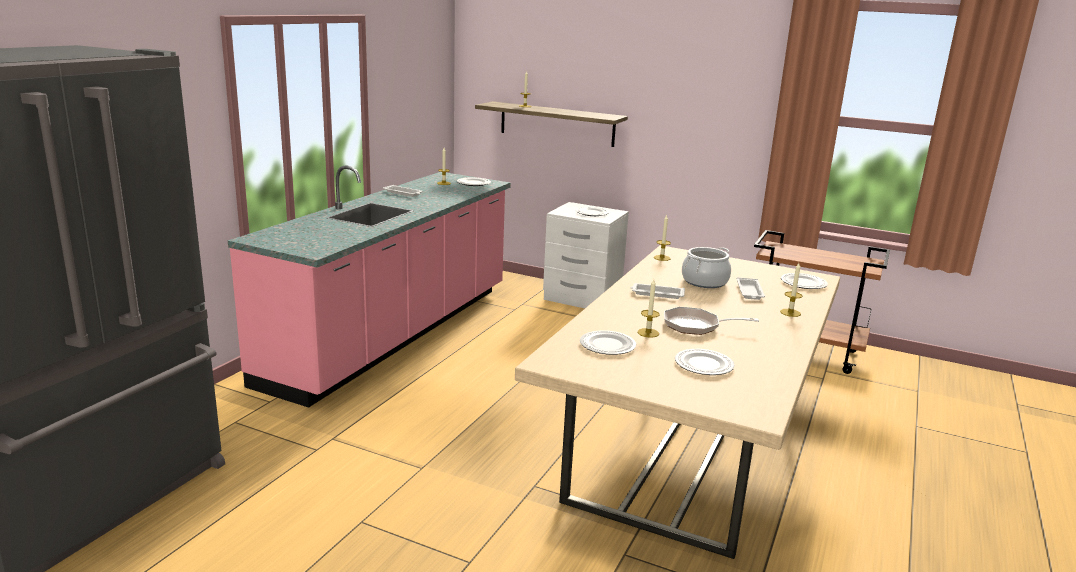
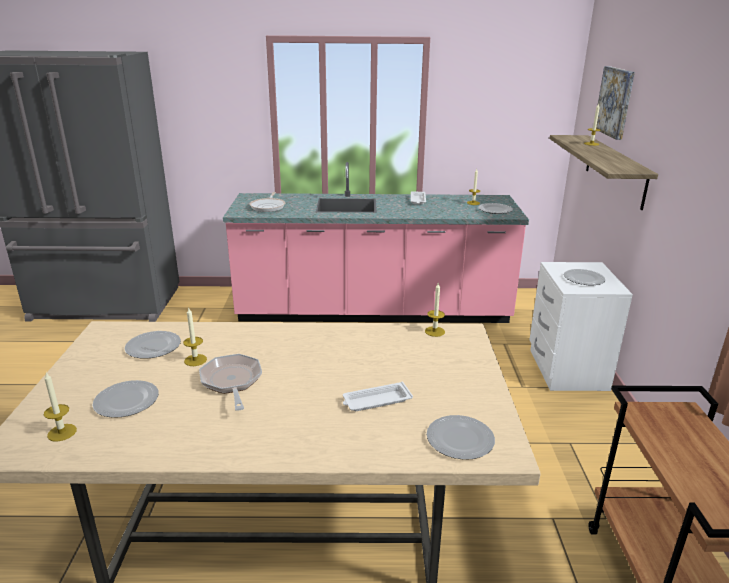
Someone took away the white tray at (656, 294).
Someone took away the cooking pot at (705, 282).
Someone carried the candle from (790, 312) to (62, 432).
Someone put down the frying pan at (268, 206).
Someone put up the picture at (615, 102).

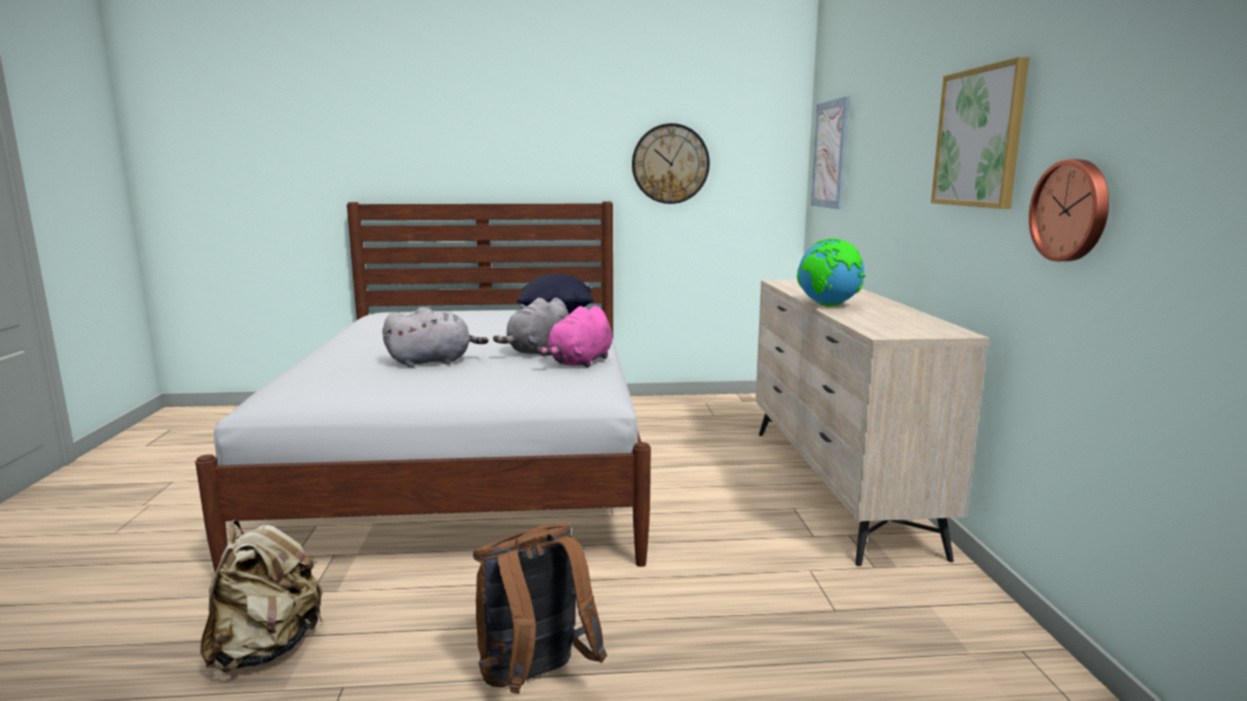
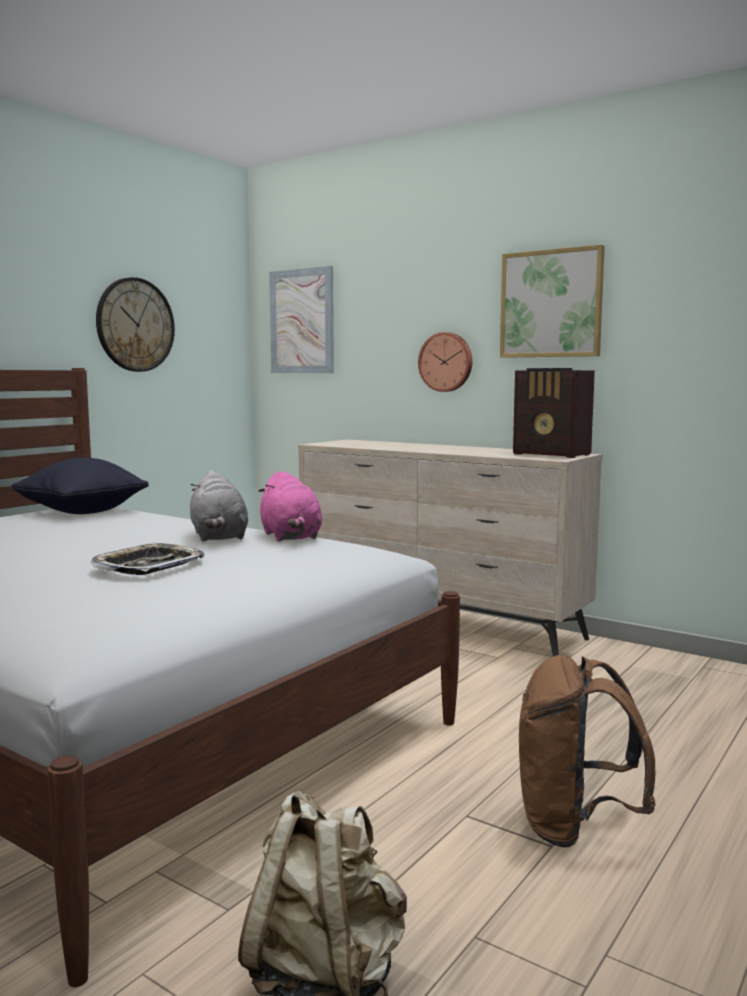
Someone swapped the grey plush toy at (433, 362) for the tray at (148, 567).
Someone took away the globe at (828, 305).
Someone carried the wall clock from (1072, 210) to (446, 362).
Someone put down the radio at (552, 454).

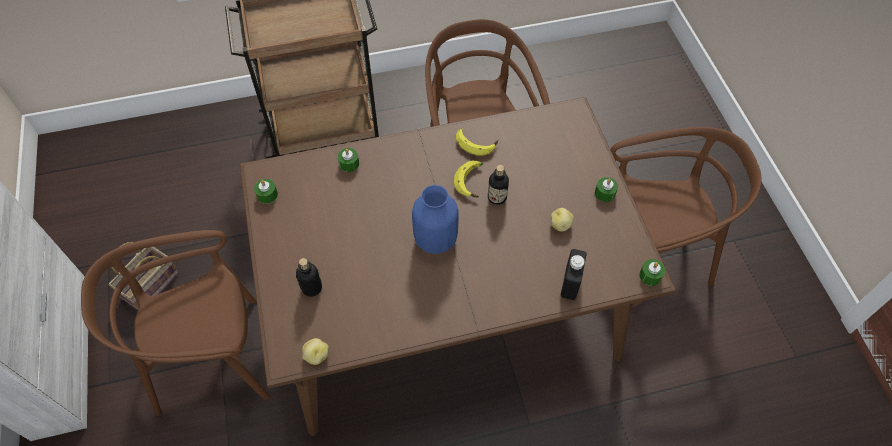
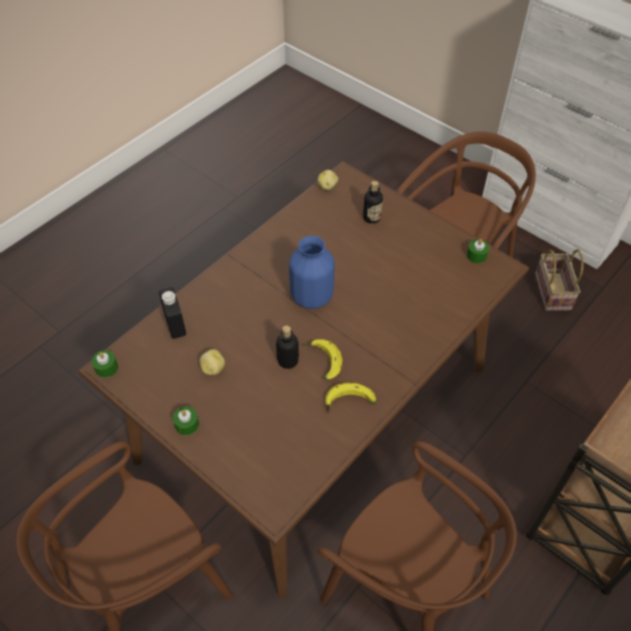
Someone took away the green candle at (349, 164).

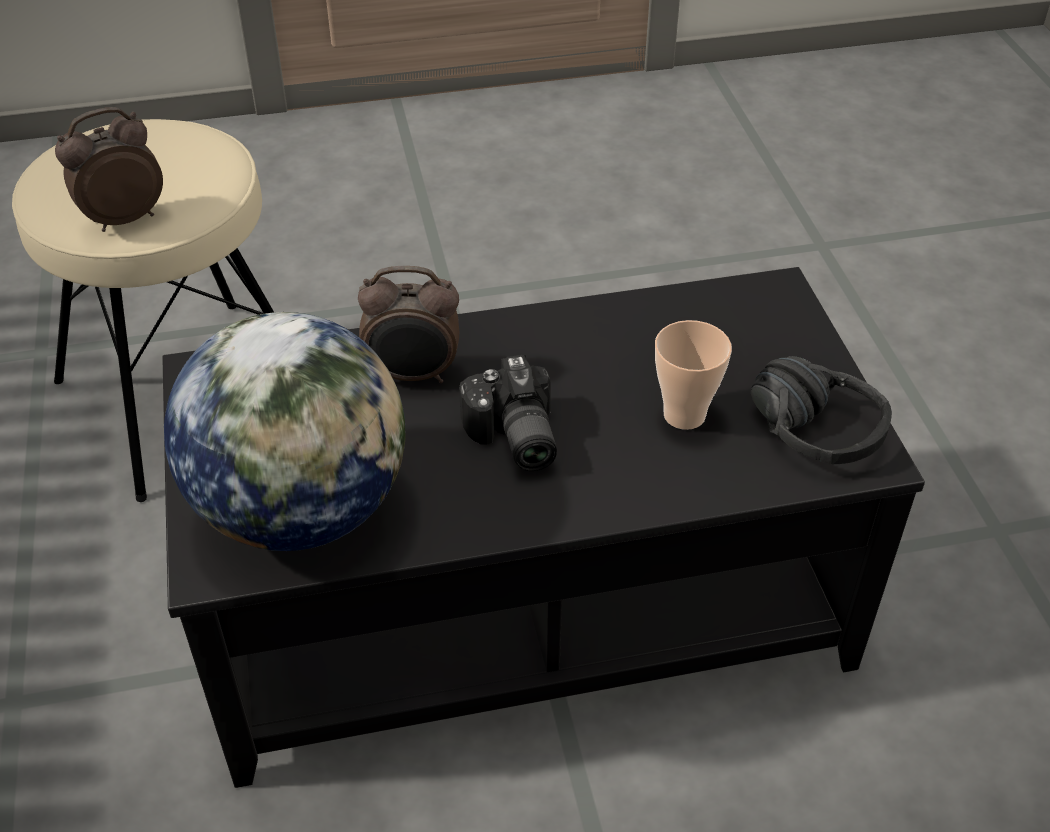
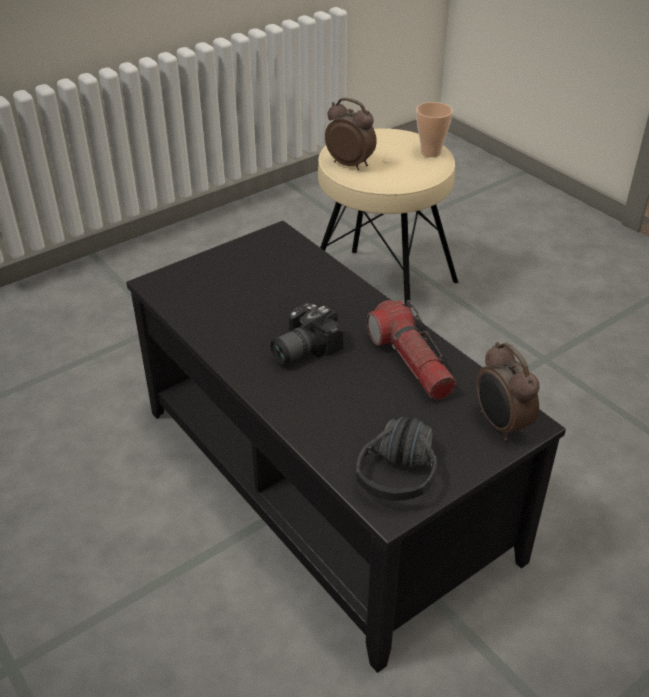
Someone took away the globe at (302, 509).
Someone carried the alarm clock from (413, 375) to (500, 425).
Someone carried the cup from (684, 415) to (430, 152).
Someone put down the flashlight at (411, 362).

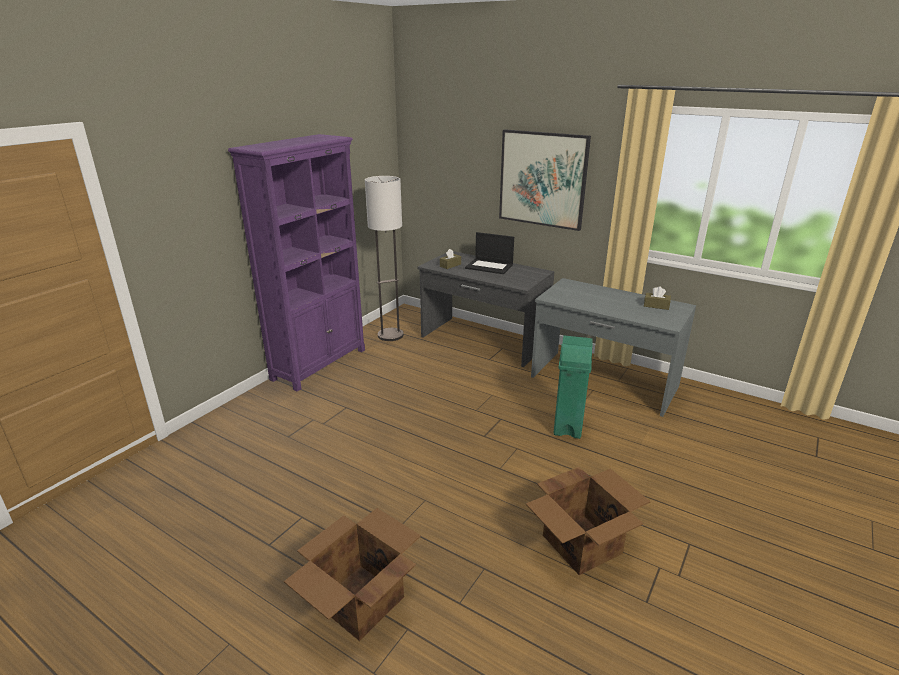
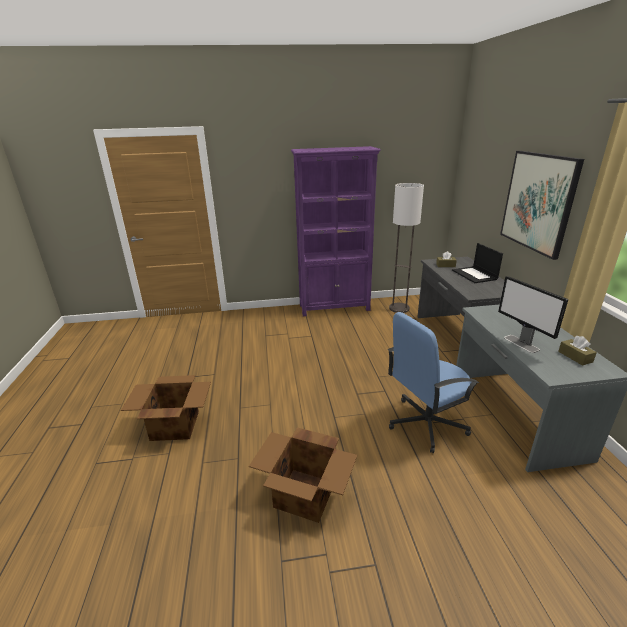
Someone swapped the green trash can at (567, 425) for the blue office chair at (425, 423).
Someone put down the monitor at (521, 344).

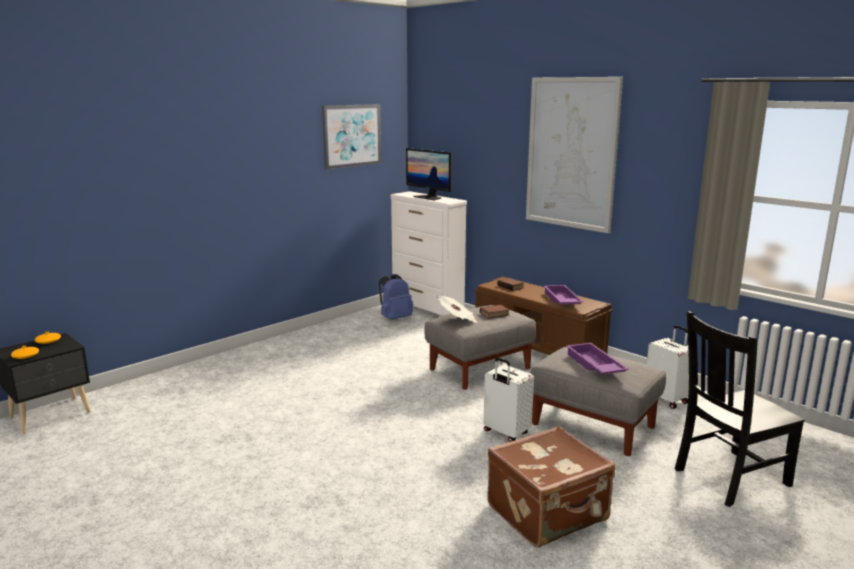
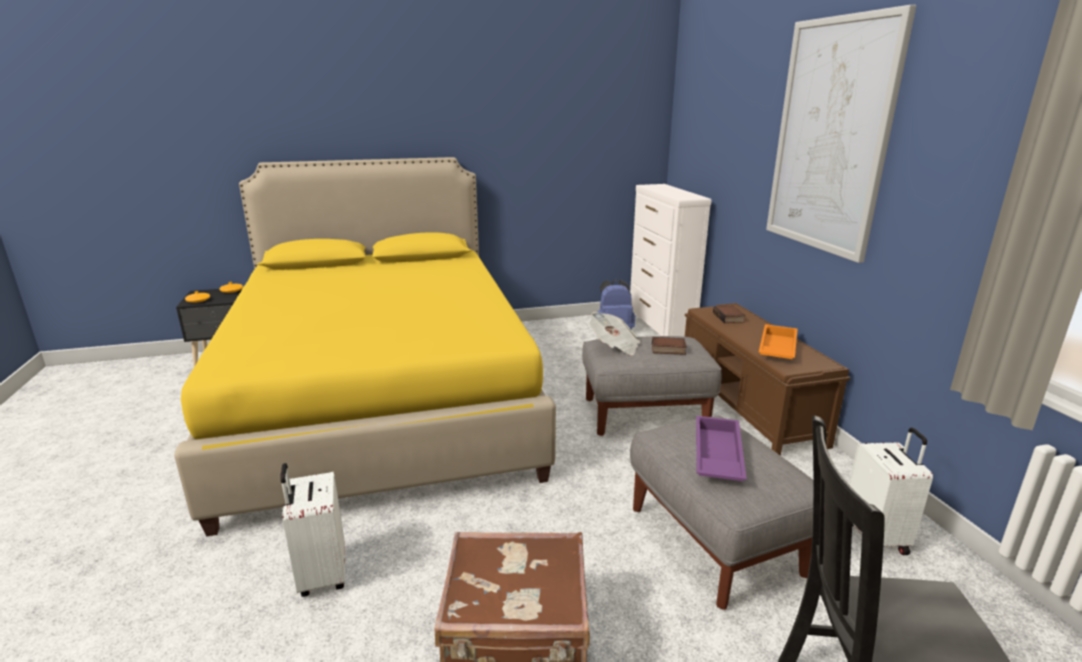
Someone took away the picture at (352, 135).
Someone took away the monitor at (429, 197).
Someone carried the white suitcase from (505, 433) to (321, 575).
Someone repainted the purple tray at (561, 300), which became the orange tray at (776, 348).
Someone put down the yellow bed at (382, 400).

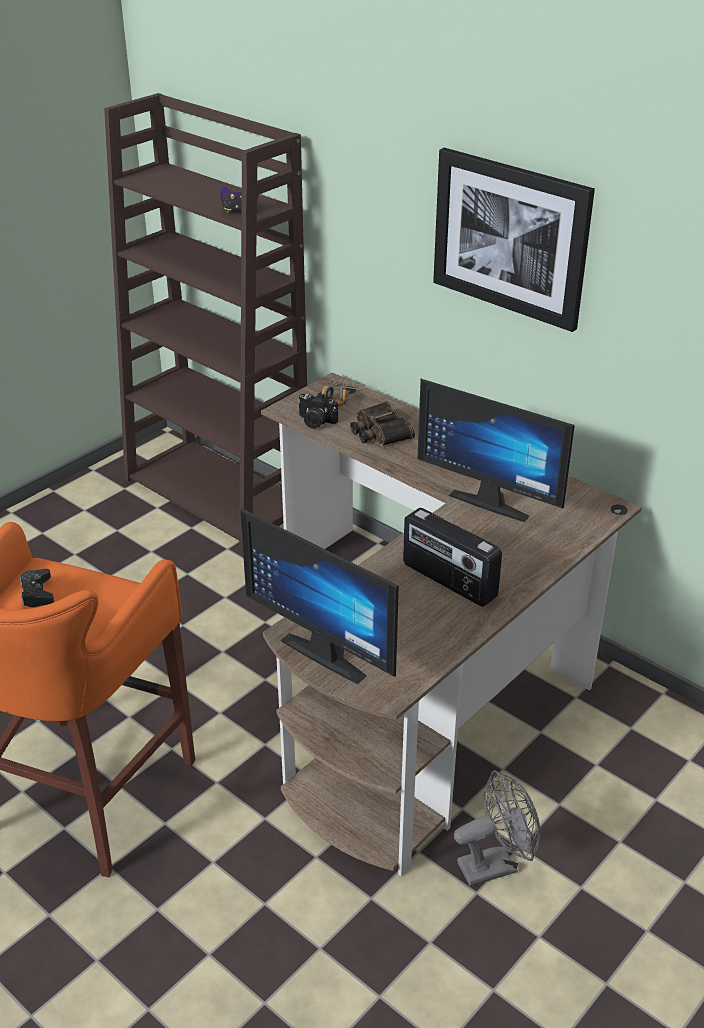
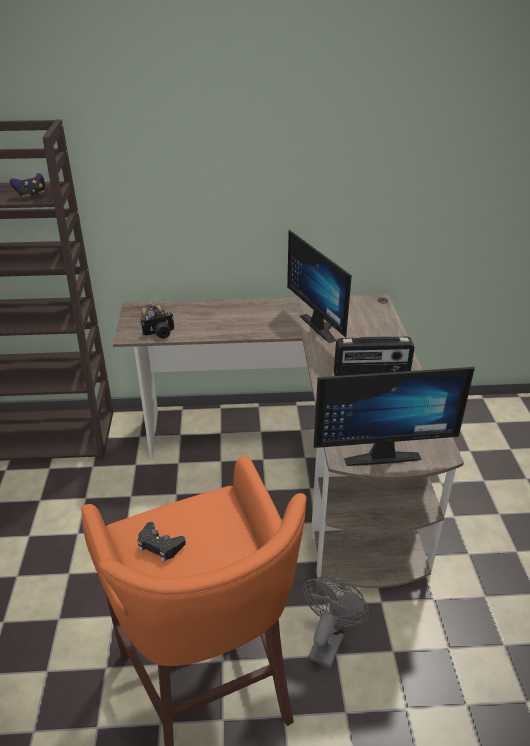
Someone took away the binoculars at (379, 432).
Someone rotated the monitor at (493, 500) by 75 degrees clockwise.
Someone took away the picture at (510, 237).
Someone carried the grey fan from (495, 864) to (328, 640).

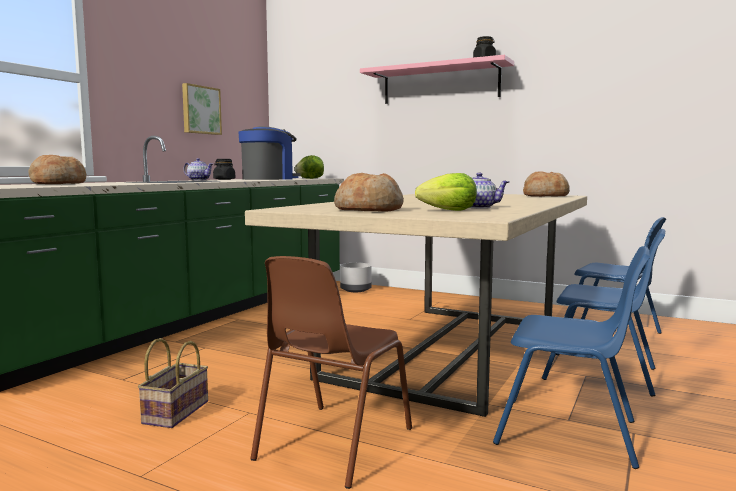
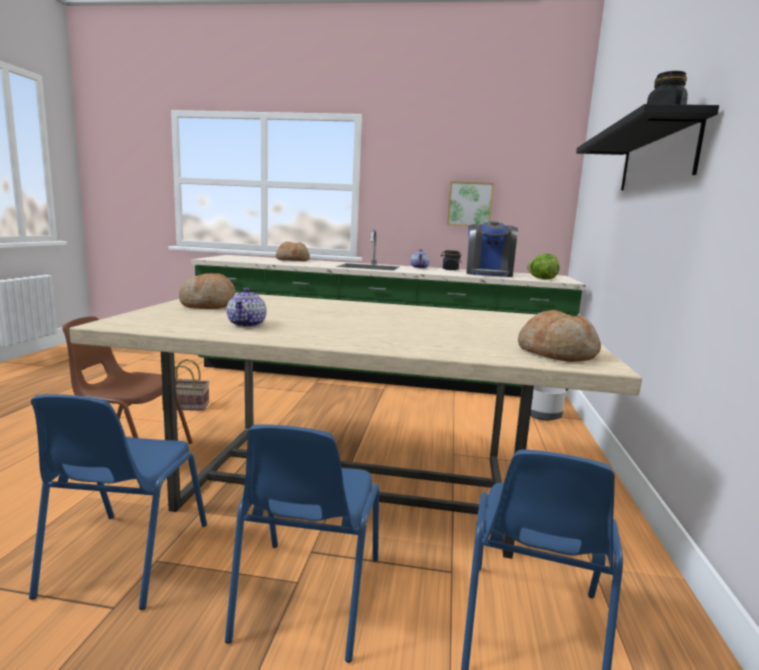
Someone rotated the coffee machine at (269, 179) by 75 degrees clockwise.
Someone repainted the pink shelf at (440, 84), which became the black shelf at (656, 158).
Someone took away the lettuce at (449, 211).

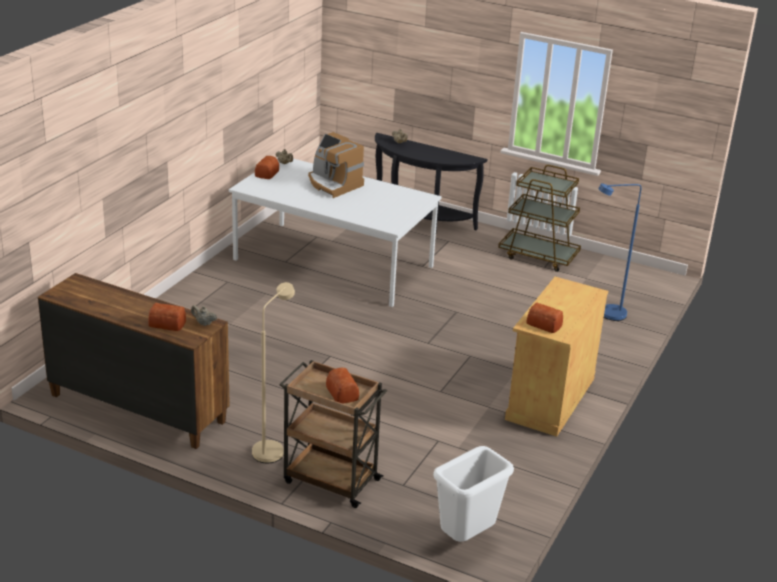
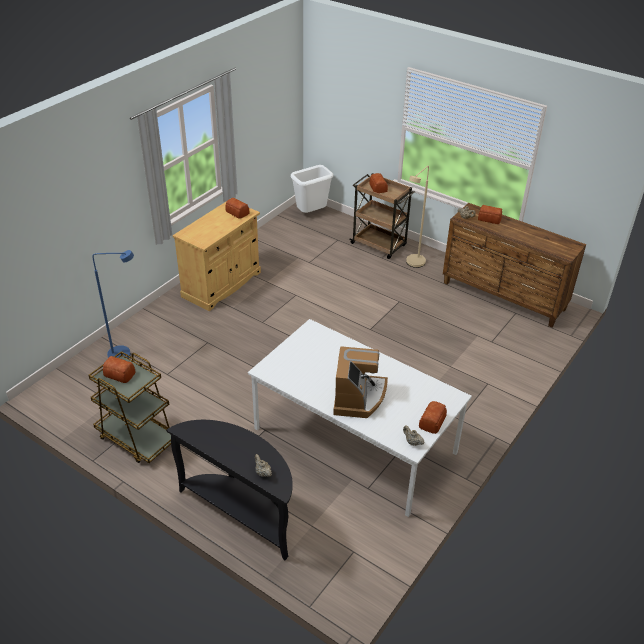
Someone rotated the coffee machine at (333, 184) by 45 degrees clockwise.
Someone put down the bread at (119, 373).

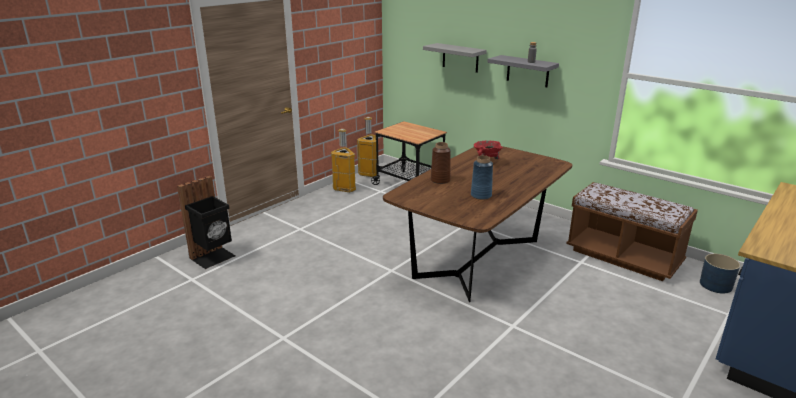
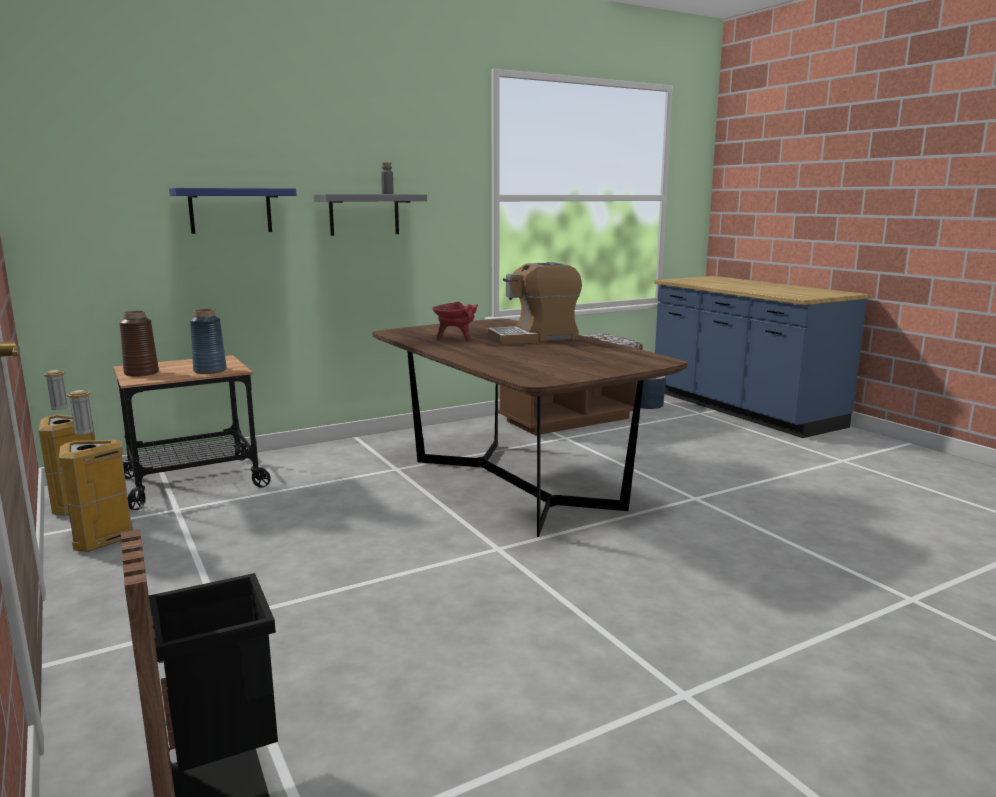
Someone repainted the grey shelf at (460, 58), which became the blue shelf at (230, 210).
Someone carried the brown vase from (440, 180) to (141, 373).
Someone carried the blue vase from (481, 195) to (209, 371).
Someone put down the coffee machine at (534, 338).

